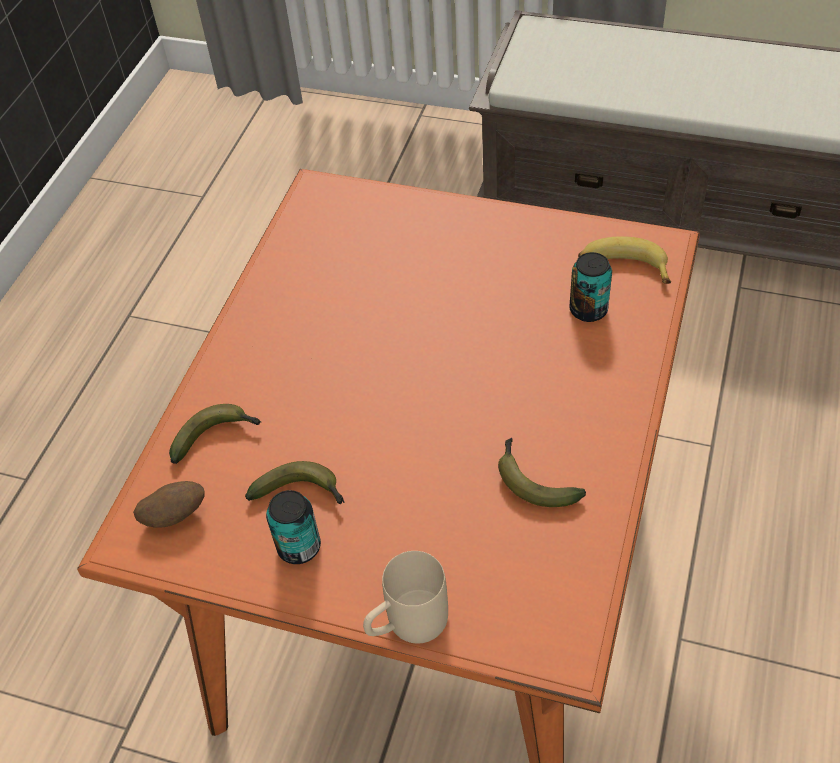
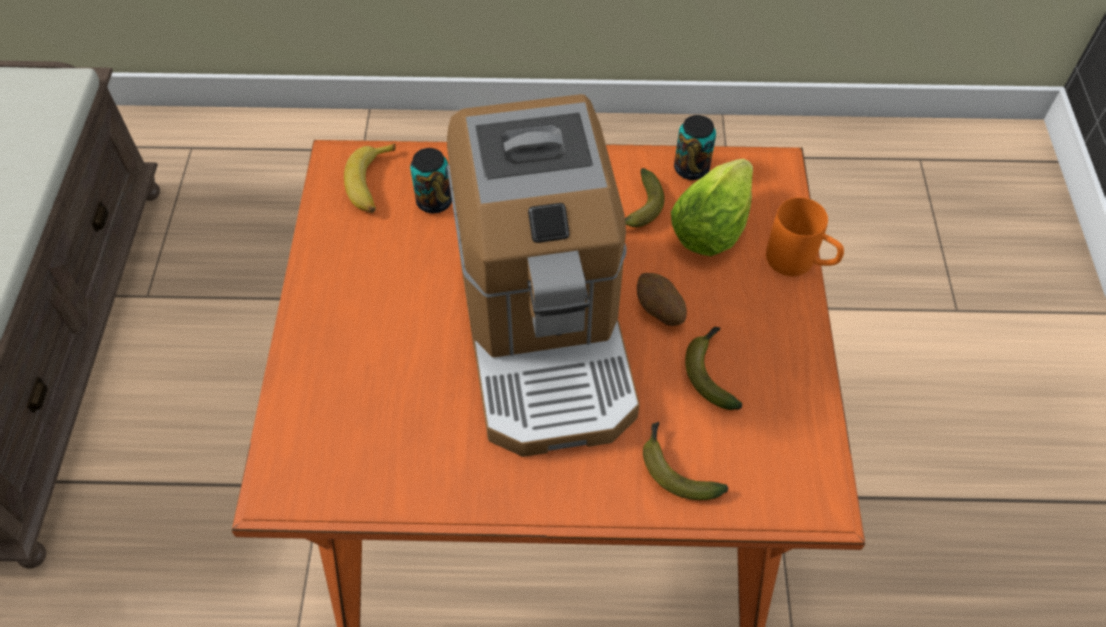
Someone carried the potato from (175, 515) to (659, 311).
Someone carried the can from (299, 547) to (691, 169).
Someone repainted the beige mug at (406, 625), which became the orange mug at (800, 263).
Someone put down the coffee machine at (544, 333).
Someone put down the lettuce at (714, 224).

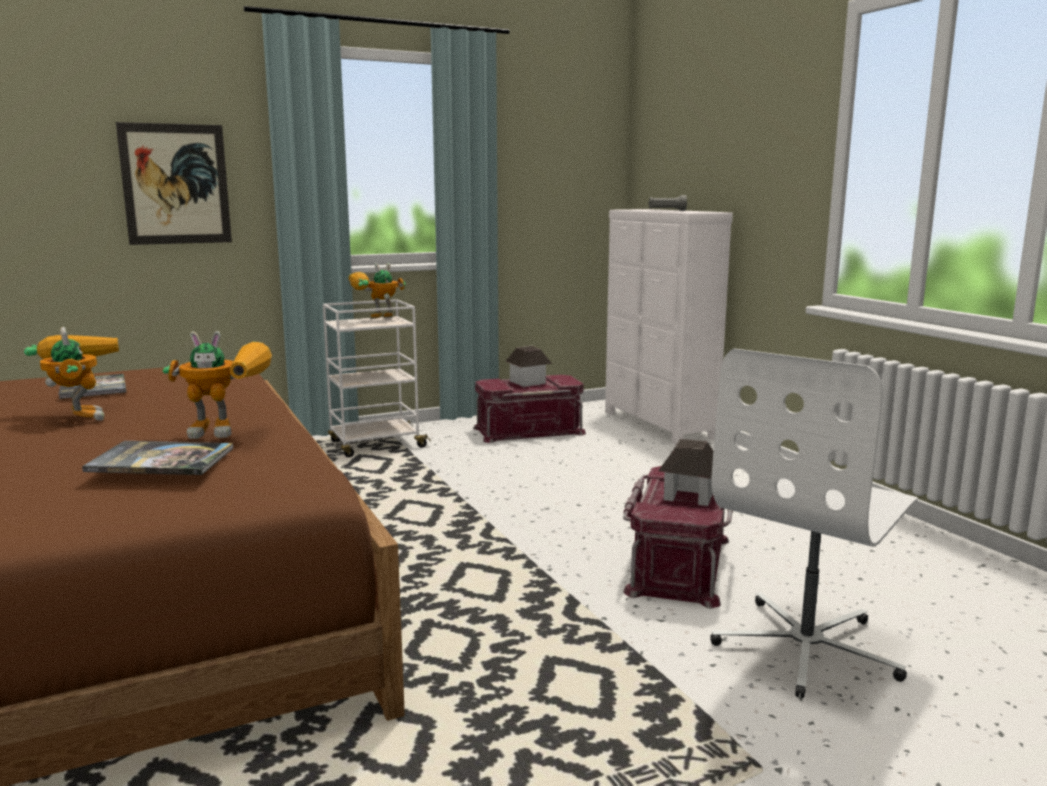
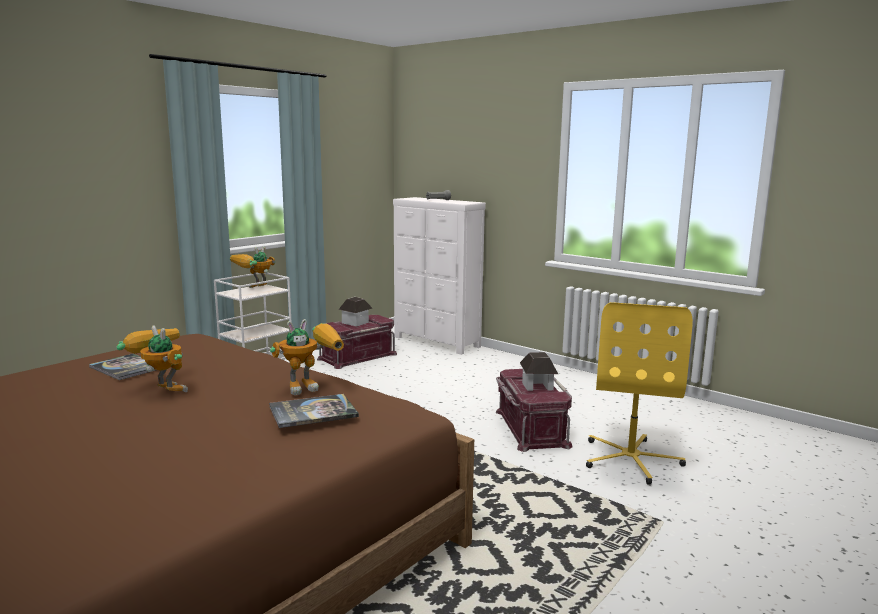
Someone took away the picture at (175, 184).
Someone repainted the white office chair at (807, 647), which became the yellow office chair at (631, 459).

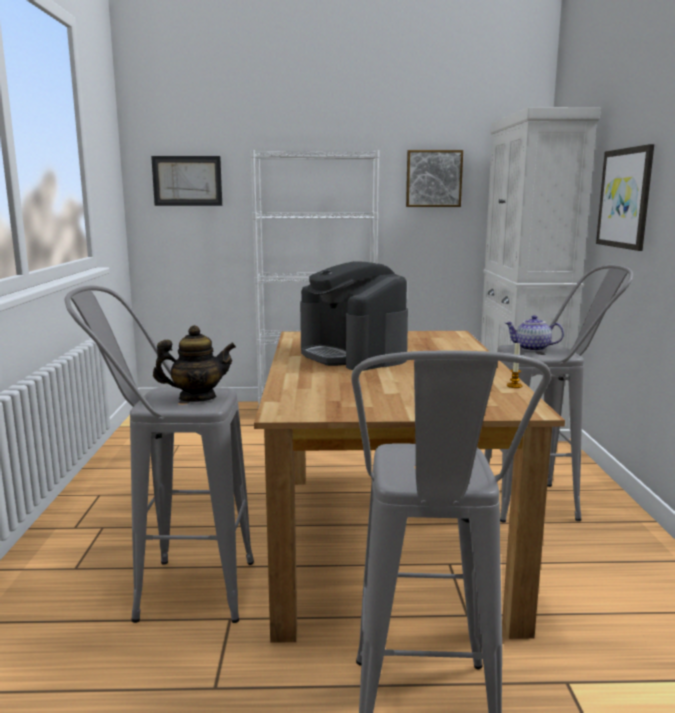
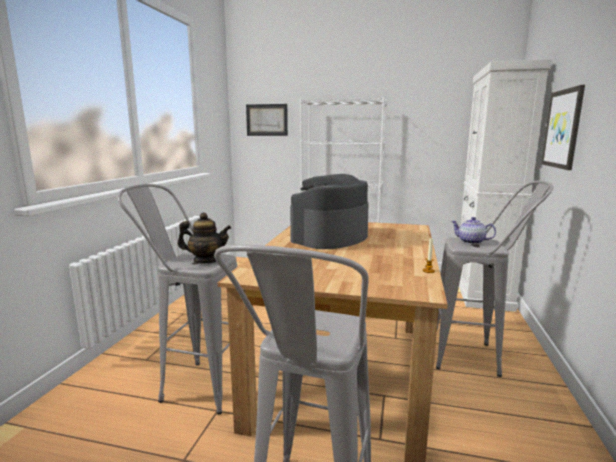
Someone rotated the coffee machine at (353, 355) by 60 degrees clockwise.
Someone took away the picture at (433, 178).

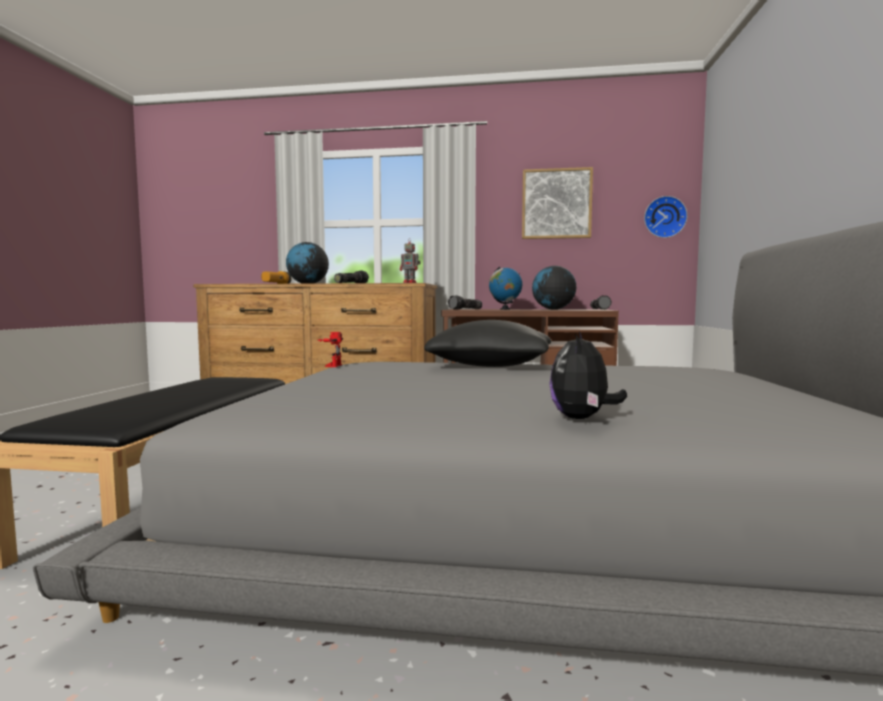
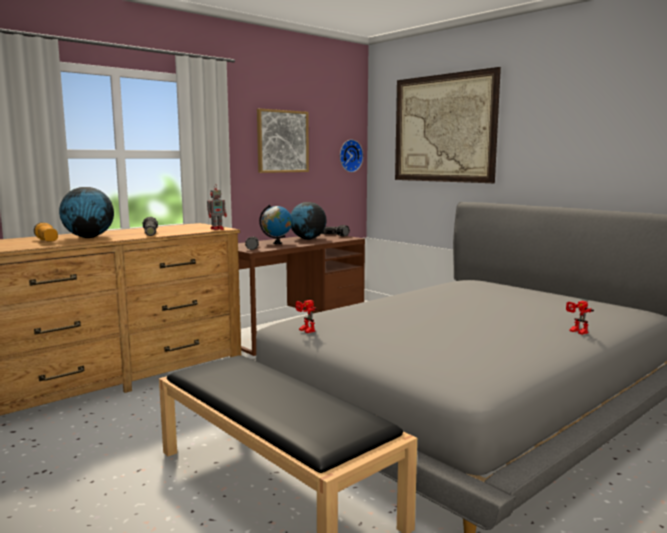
Someone took away the black pillow at (492, 365).
Someone swapped the plush toy at (582, 418) for the toy robot at (576, 332).
Someone put up the picture at (443, 128).

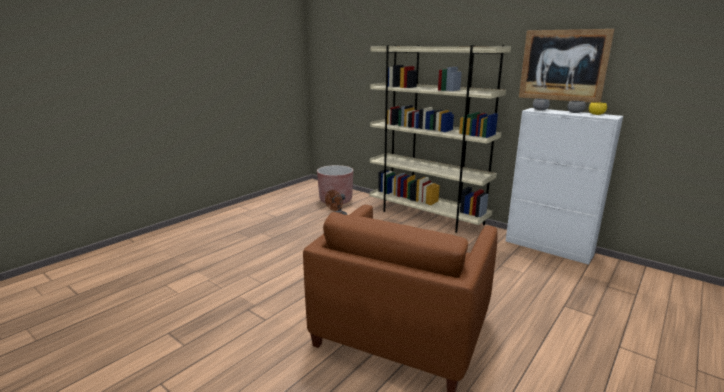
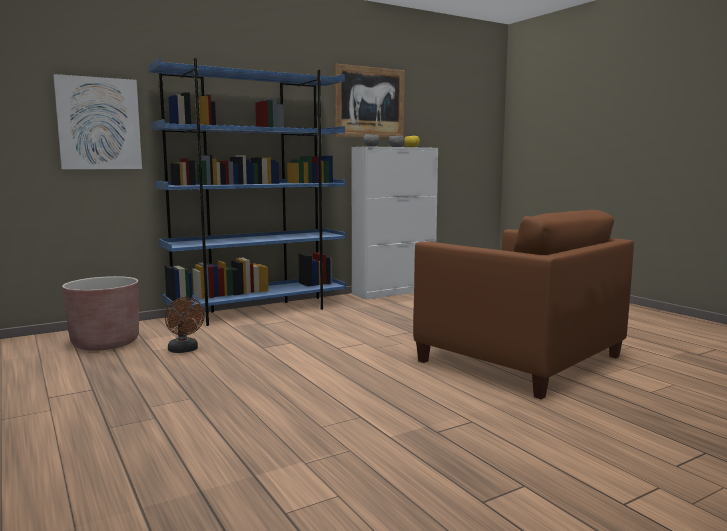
Someone repainted the beige bookcase at (427, 216), which became the blue bookcase at (259, 311).
Someone put up the picture at (99, 124).

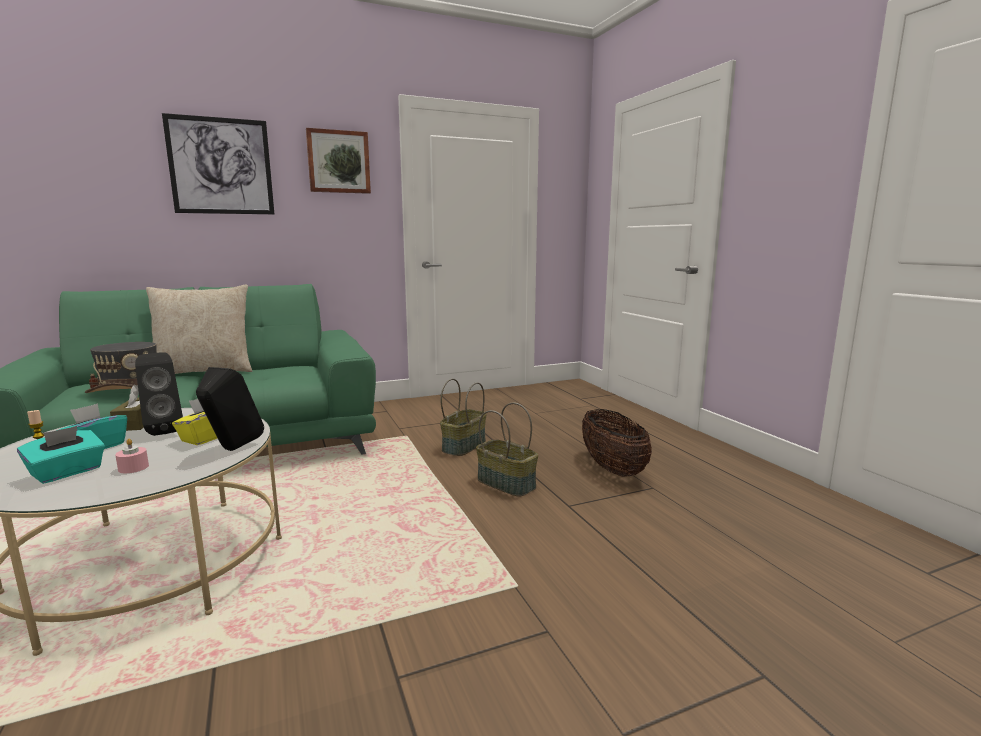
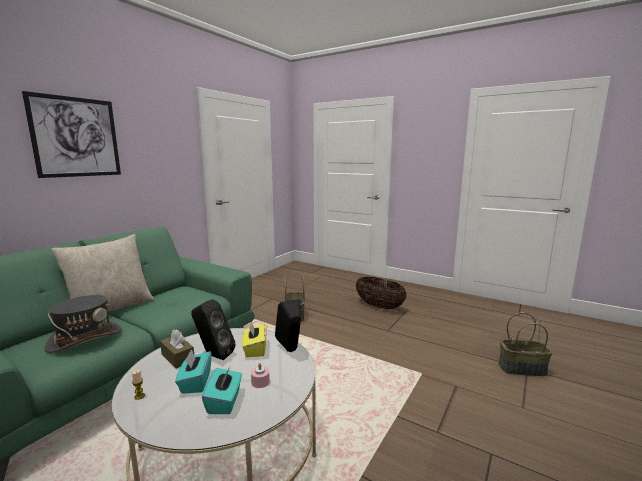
Someone took away the picture at (338, 162).
Someone carried the basket from (507, 483) to (522, 368).

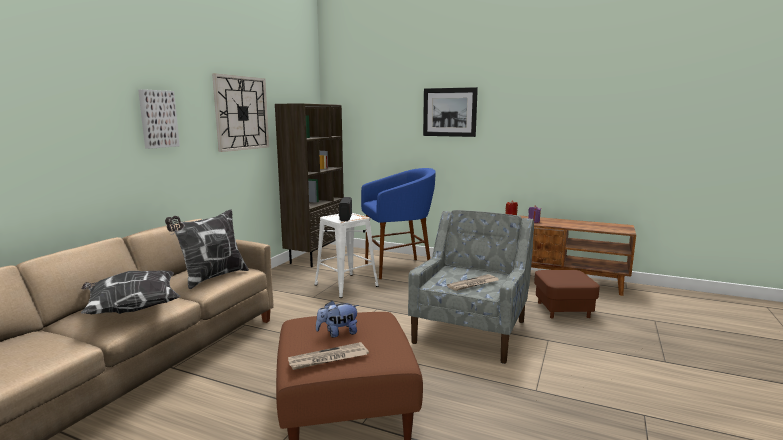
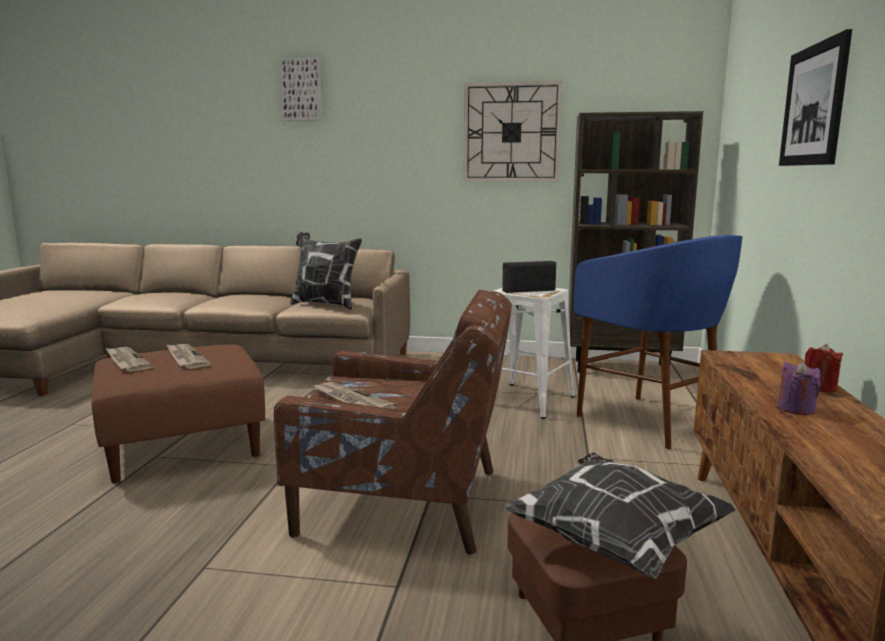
Someone carried the pillow from (132, 309) to (614, 541).
Someone carried the picture from (157, 119) to (302, 90).
Someone swapped the plush toy at (338, 333) for the newspaper at (186, 358).
Someone repainted the grey armchair at (471, 331), which became the brown armchair at (405, 503).

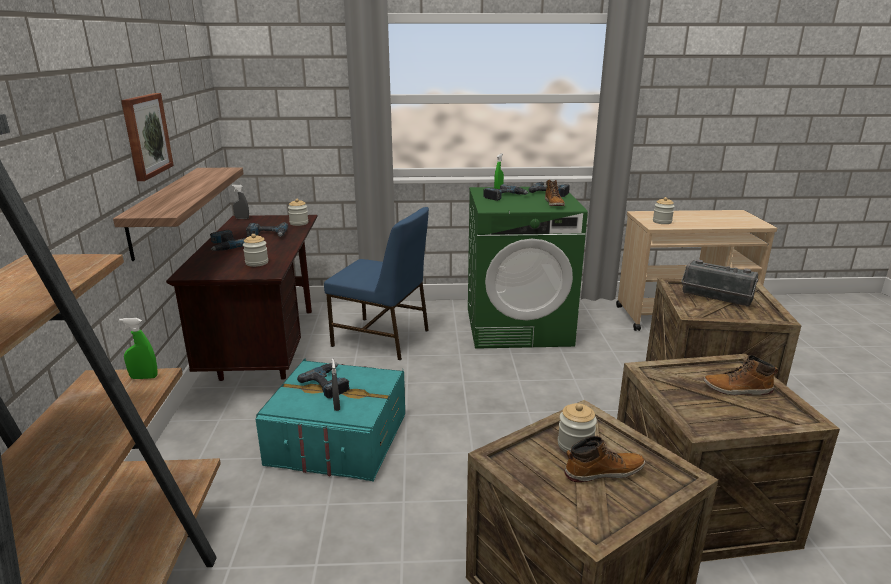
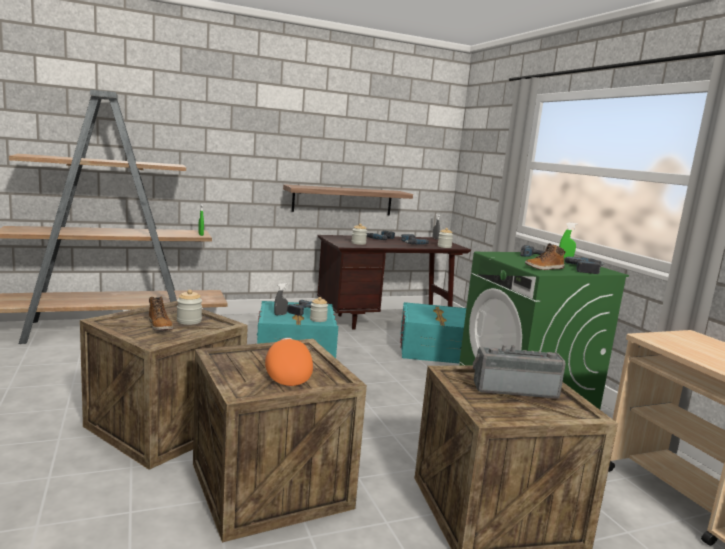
Someone took away the picture at (145, 135).
Someone swapped the blue chair at (382, 339) for the turquoise storage box at (435, 349).
Someone carried the jar from (662, 222) to (318, 319).
Someone rotated the radio at (715, 298) by 75 degrees clockwise.
Someone swapped the boot at (737, 389) for the orange cap at (286, 374).

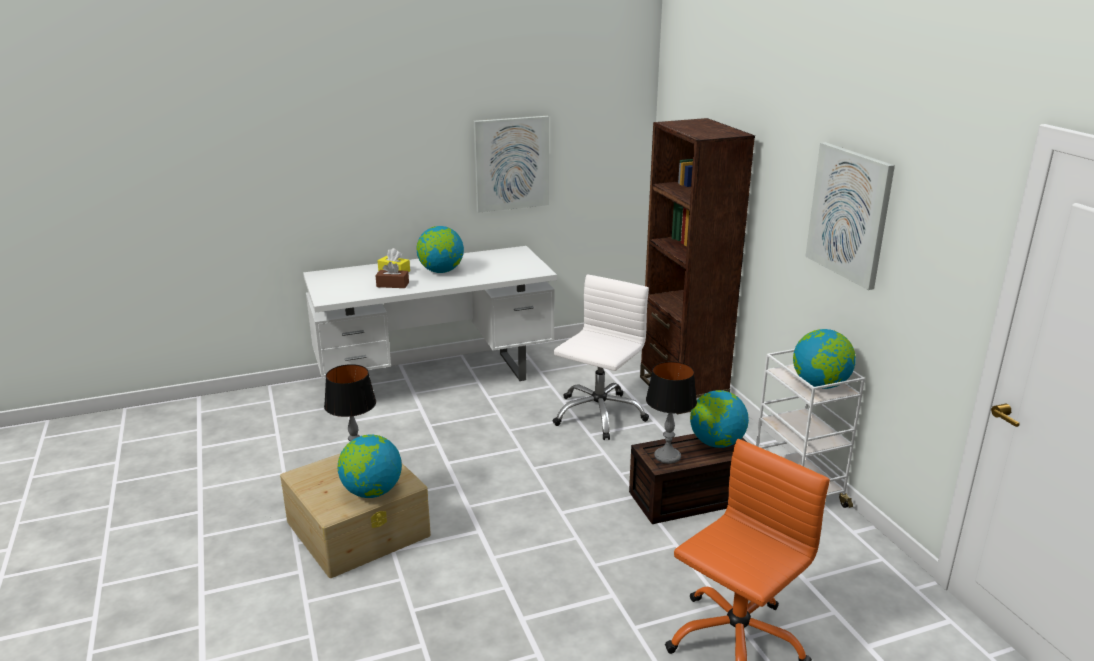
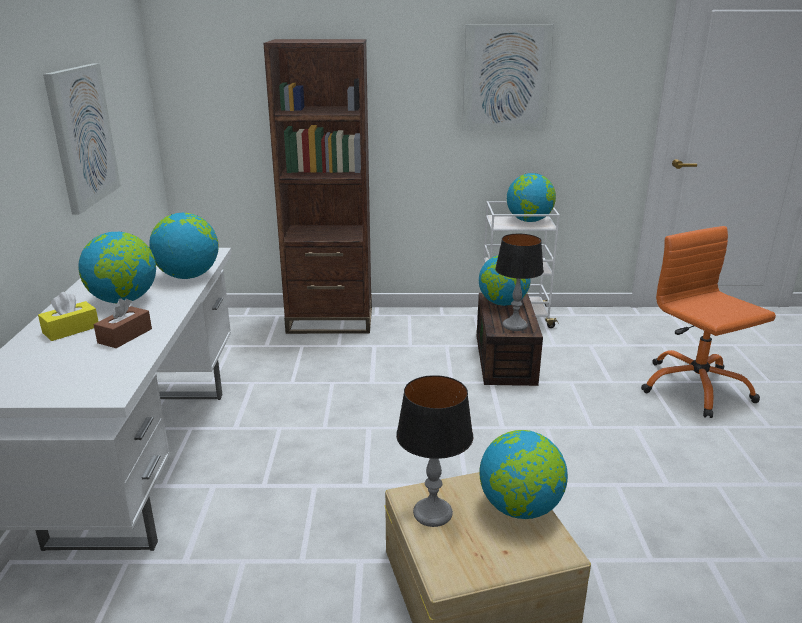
Someone took away the white office chair at (598, 414).
Someone put down the globe at (188, 276).

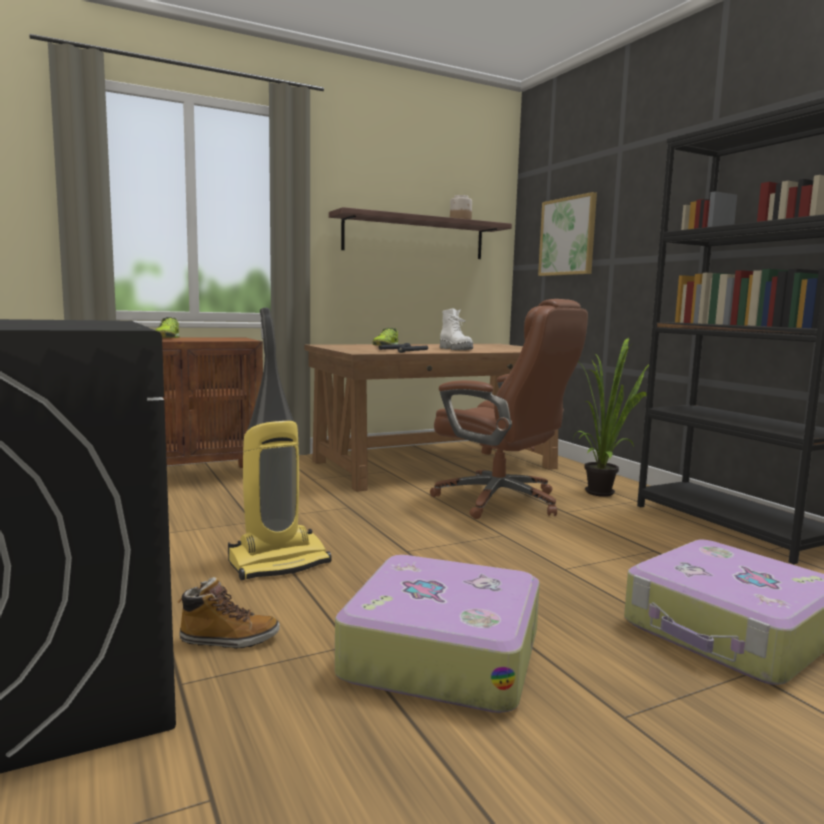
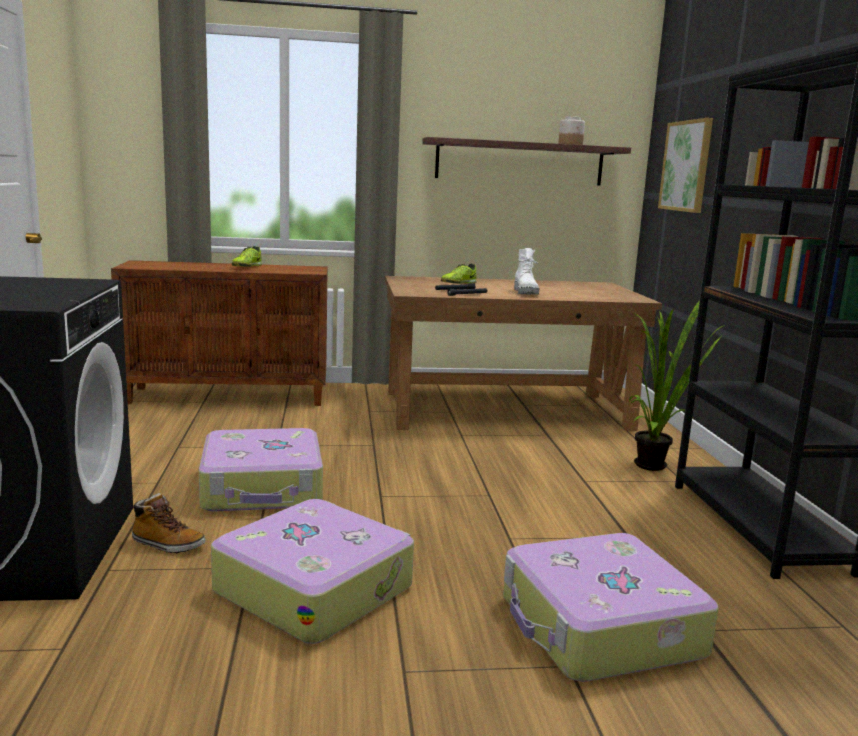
Someone swapped the vacuum cleaner at (279, 562) for the suitcase at (263, 488).
Someone took away the brown office chair at (501, 501).

